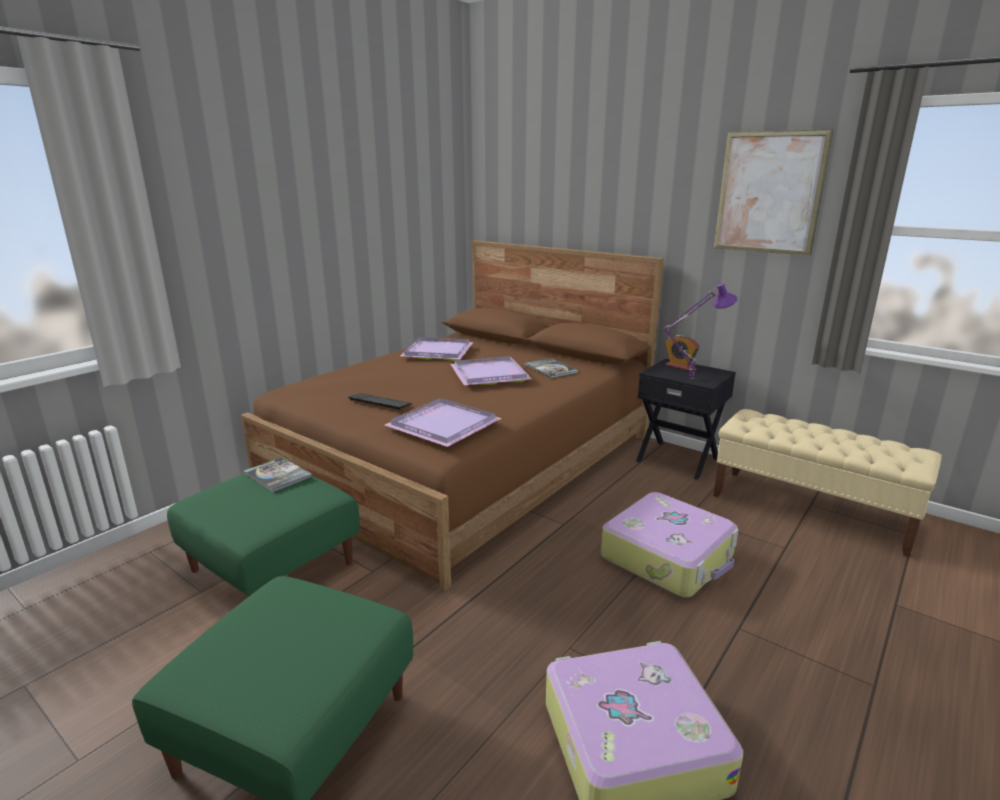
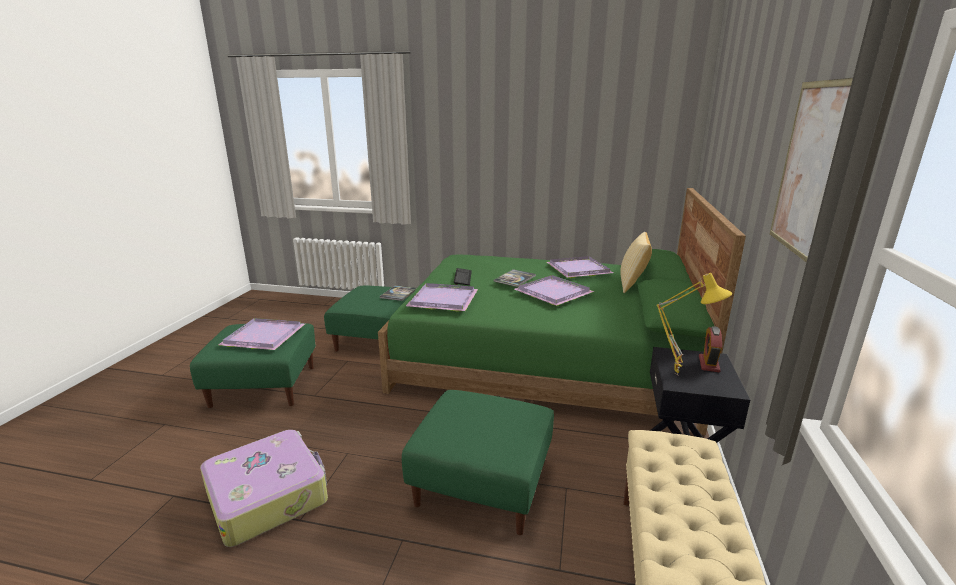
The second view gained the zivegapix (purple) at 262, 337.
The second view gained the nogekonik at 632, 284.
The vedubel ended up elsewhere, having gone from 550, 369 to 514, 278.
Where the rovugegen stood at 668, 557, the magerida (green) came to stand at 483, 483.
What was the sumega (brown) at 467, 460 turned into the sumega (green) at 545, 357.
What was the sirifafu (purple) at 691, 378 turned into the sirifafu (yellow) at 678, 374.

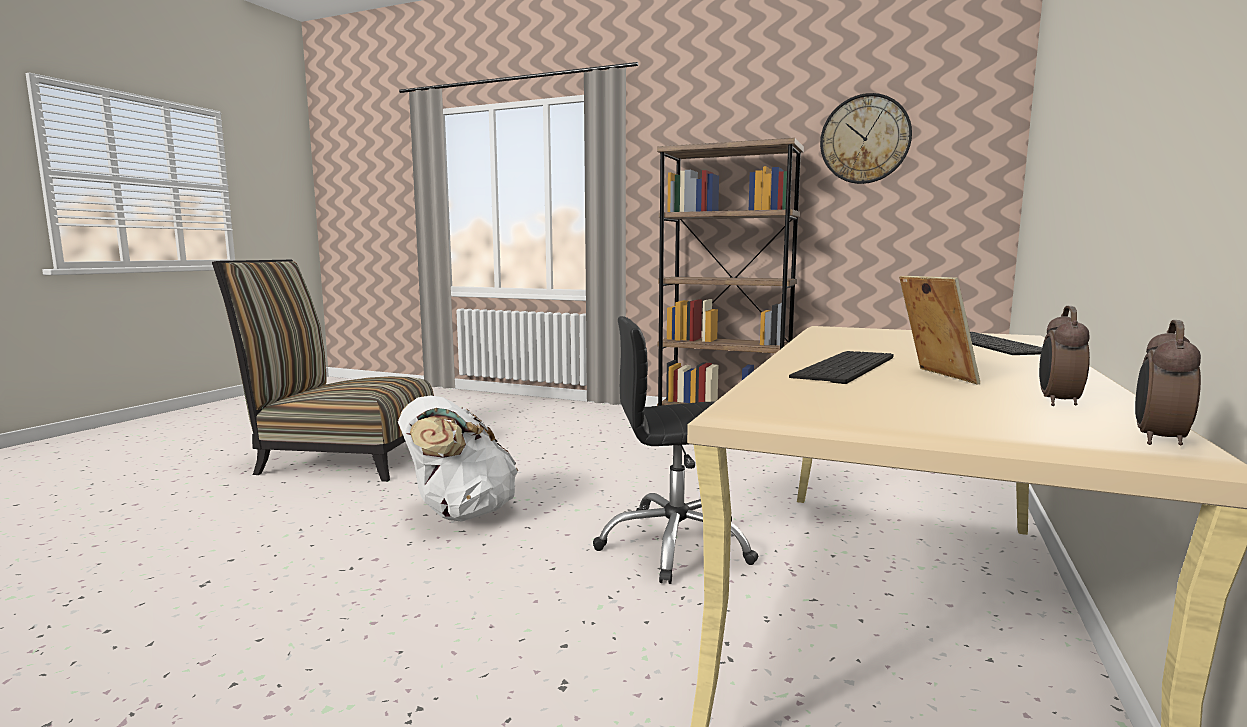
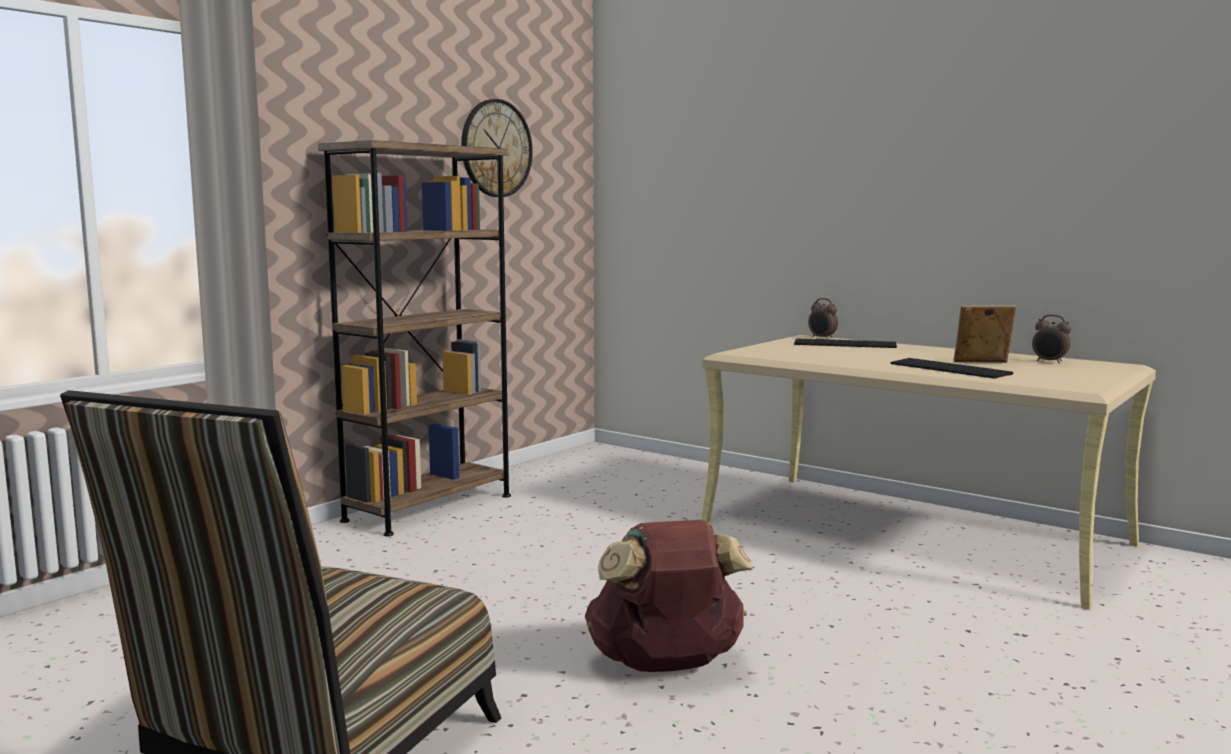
The second view lost the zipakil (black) at 675, 545.
The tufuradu ended up elsewhere, having gone from 1157, 440 to 822, 338.
What was the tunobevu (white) at 459, 513 turned into the tunobevu (brown) at 666, 665.

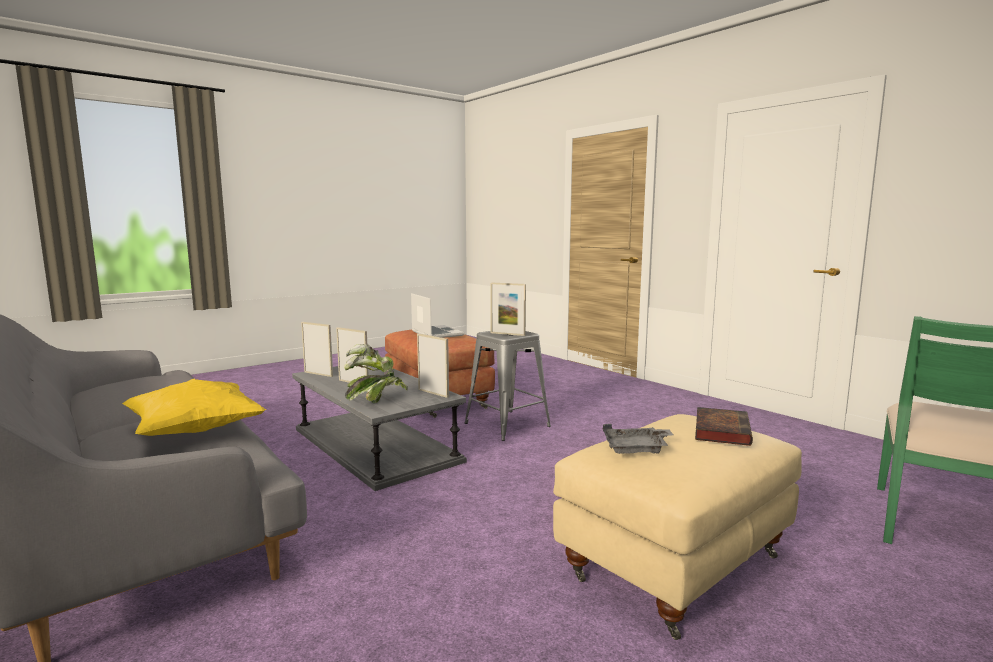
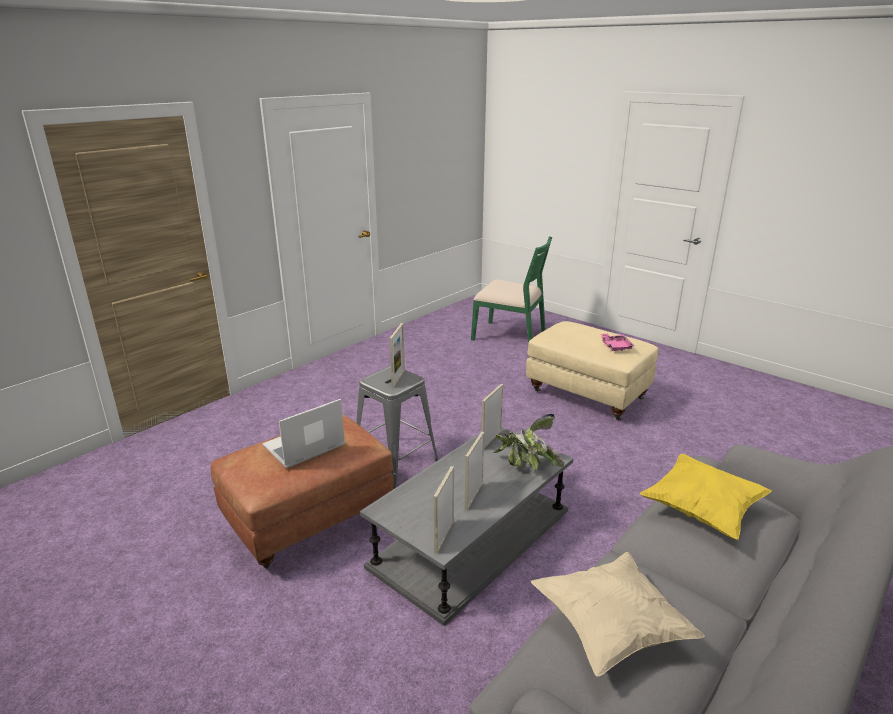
The second view lost the vedubel at 721, 430.
The second view gained the nogekonik (beige) at 610, 628.
What was the zivegapix (grey) at 636, 449 turned into the zivegapix (pink) at 615, 346.

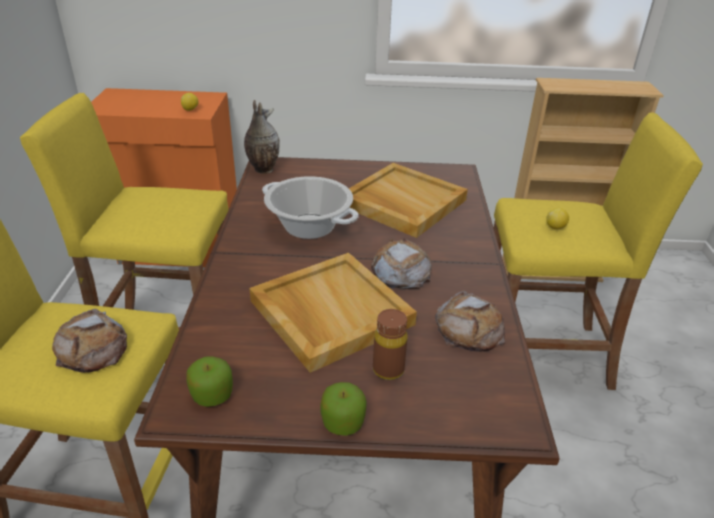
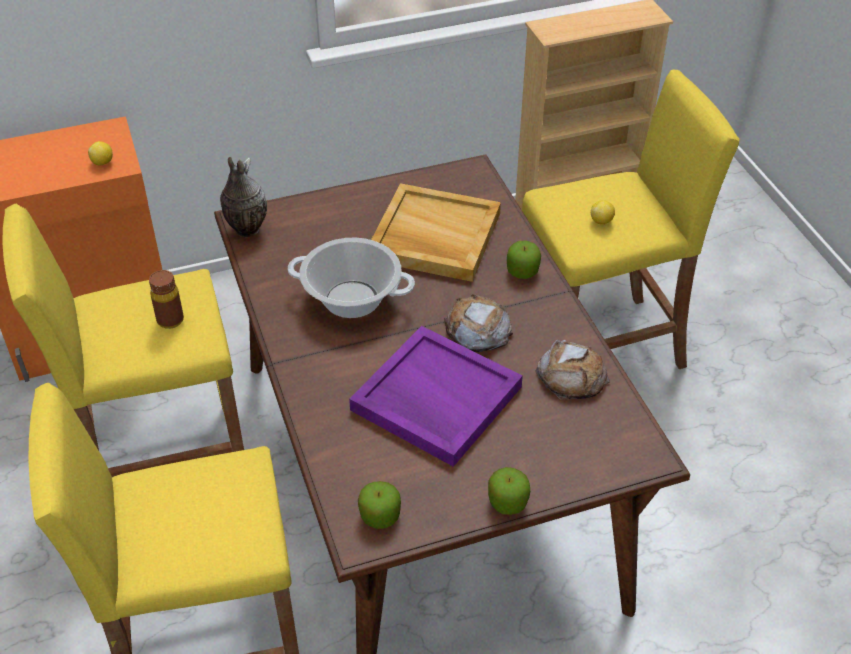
The second view lost the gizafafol at 93, 348.
The second view gained the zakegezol at 522, 271.
The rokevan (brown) ended up elsewhere, having gone from 388, 370 to 170, 320.
What was the zivegapix (beige) at 329, 312 turned into the zivegapix (purple) at 434, 399.

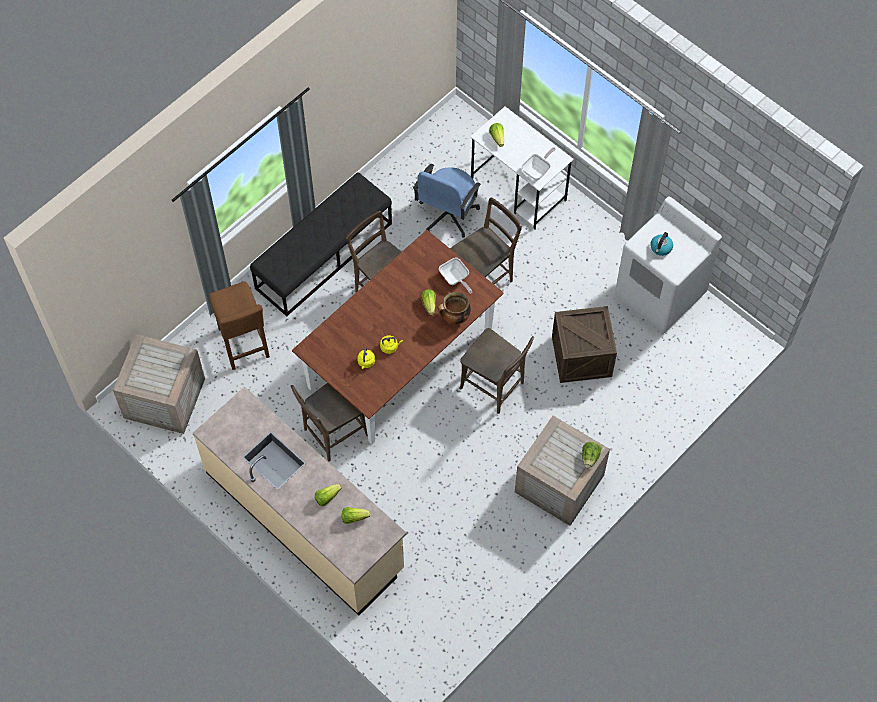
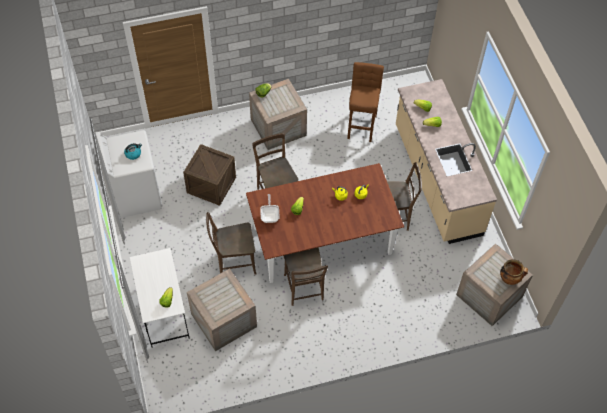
The second view lost the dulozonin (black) at 324, 255.
The second view lost the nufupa at 537, 171.
The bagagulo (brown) ended up elsewhere, having gone from 244, 346 to 362, 125.
The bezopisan ended up elsewhere, having gone from 454, 318 to 510, 279.
Where the zipakil (blue) stood at 447, 214, the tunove came to stand at 225, 320.

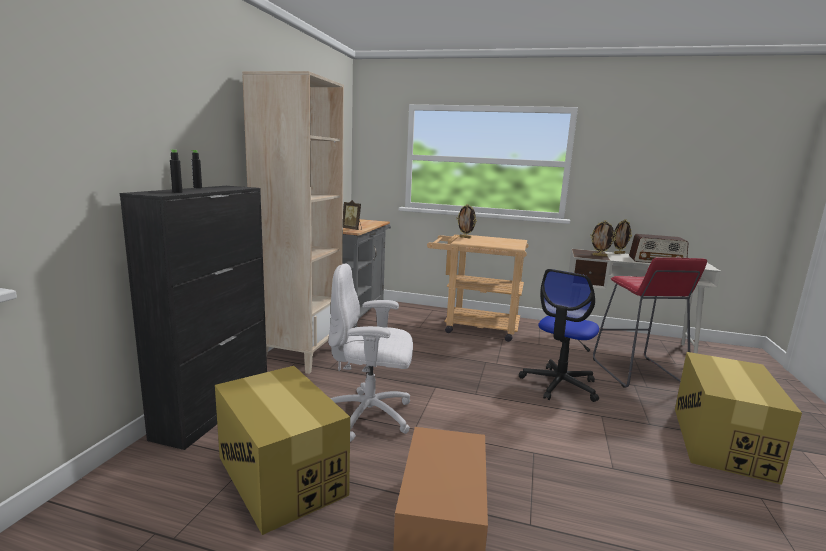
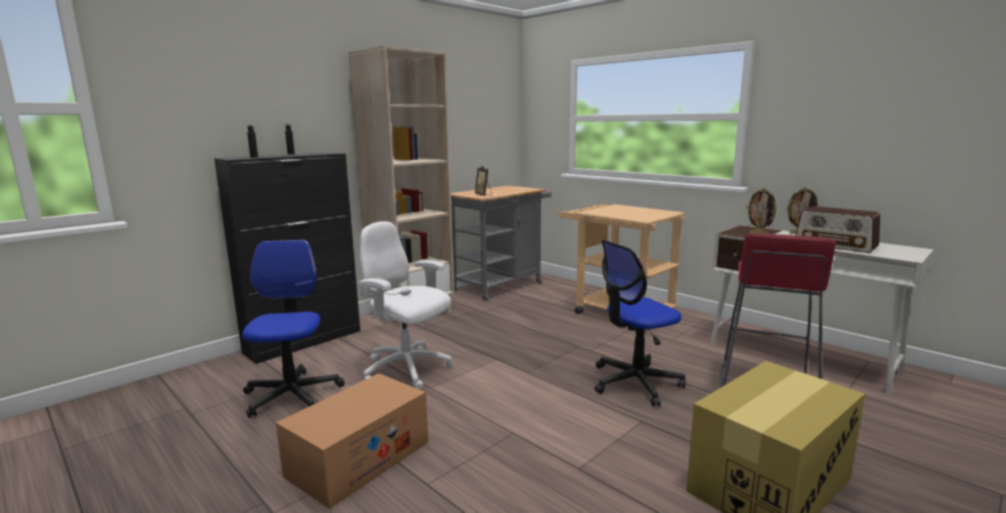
The second view lost the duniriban at 465, 237.
Where the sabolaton stood at 281, 475, the zipakil came to stand at 292, 395.

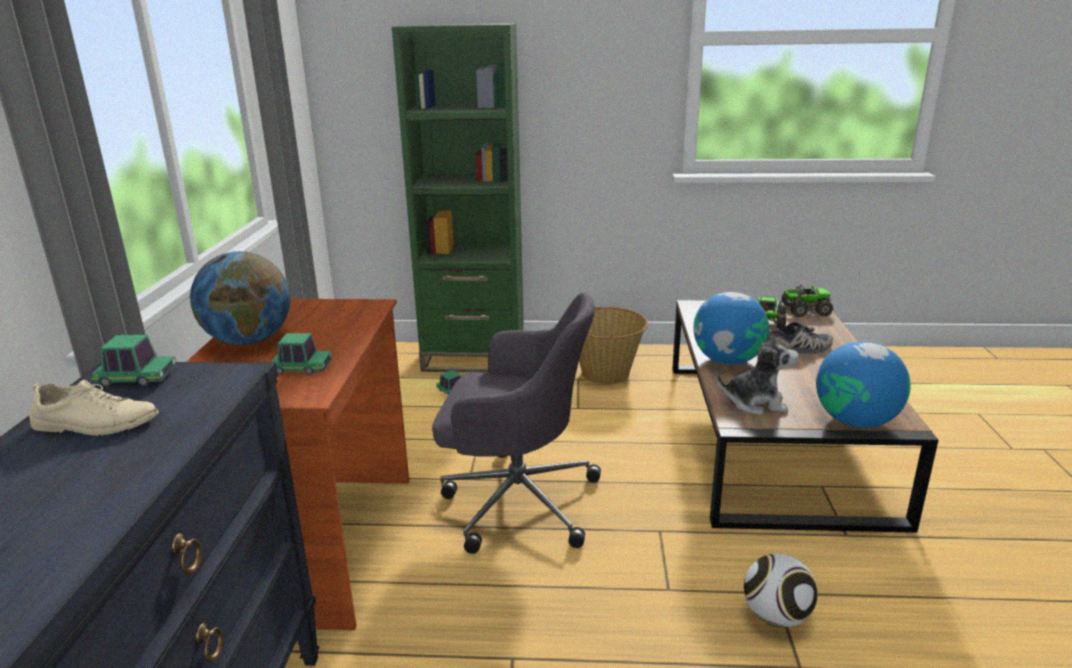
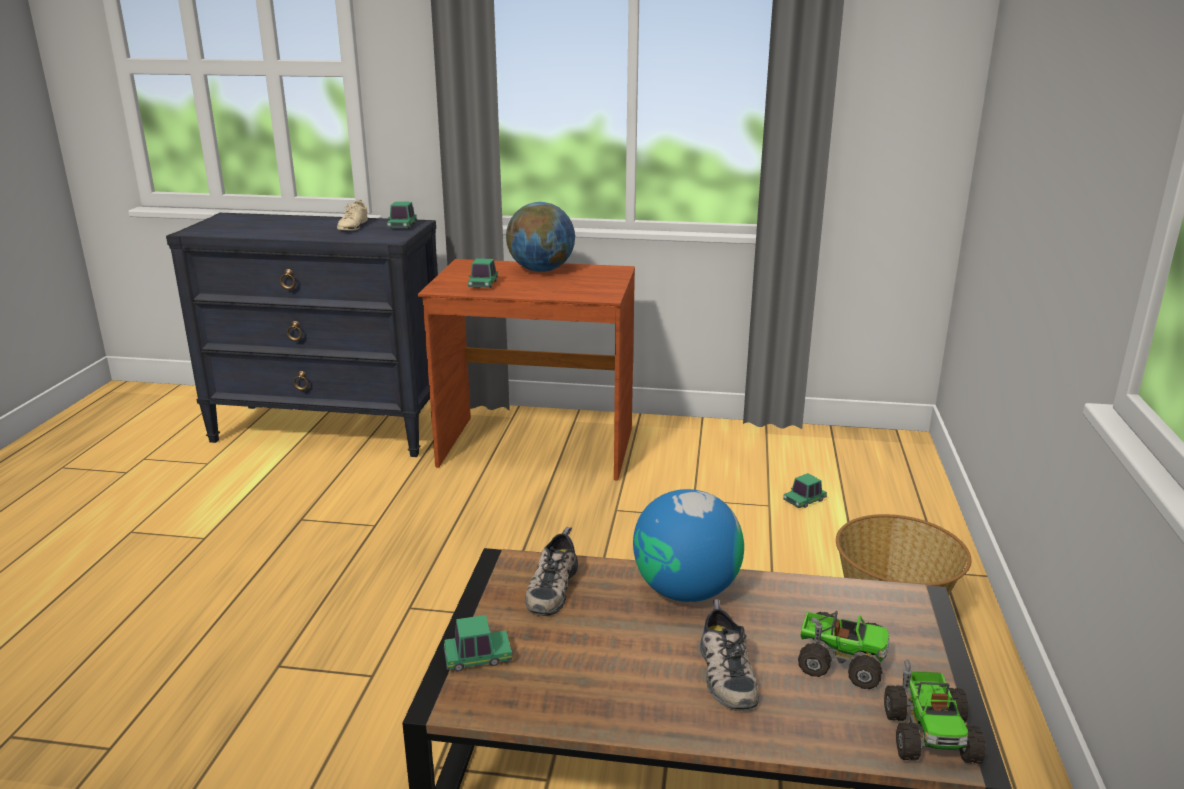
The second view lost the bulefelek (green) at 474, 357.
The second view lost the zipakil (grey) at 516, 500.
The second view lost the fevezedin at 776, 616.
Where the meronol stood at 755, 403, the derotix came to stand at 551, 586.
Where the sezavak stood at 855, 421, the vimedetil came to stand at 477, 657.

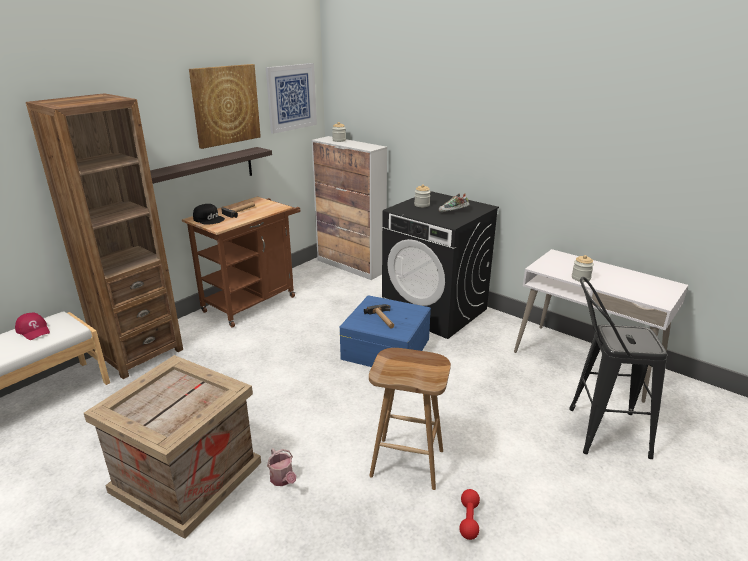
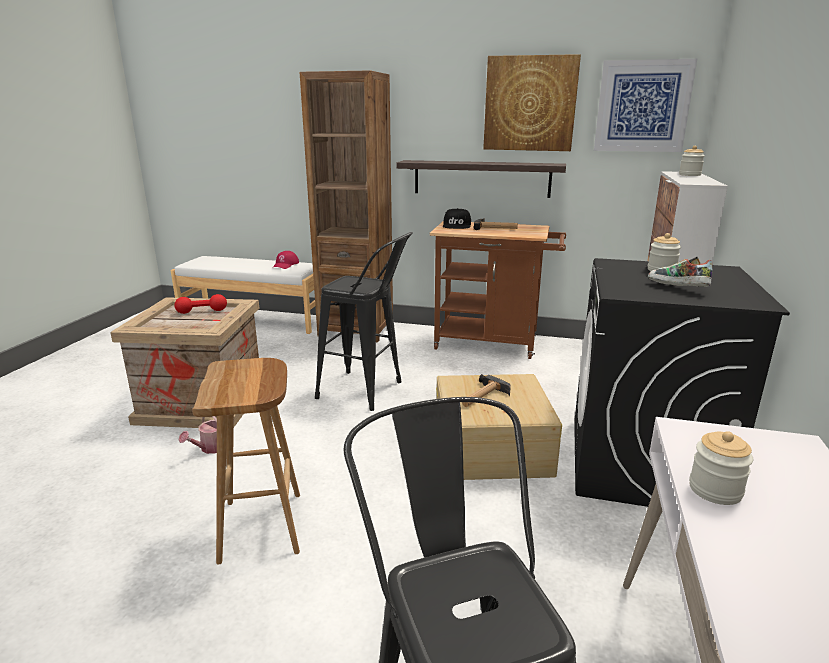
The second view gained the bagagulo (black) at 368, 392.
The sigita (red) ended up elsewhere, having gone from 469, 520 to 202, 311.
What was the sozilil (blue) at 385, 348 turned into the sozilil (beige) at 491, 446.

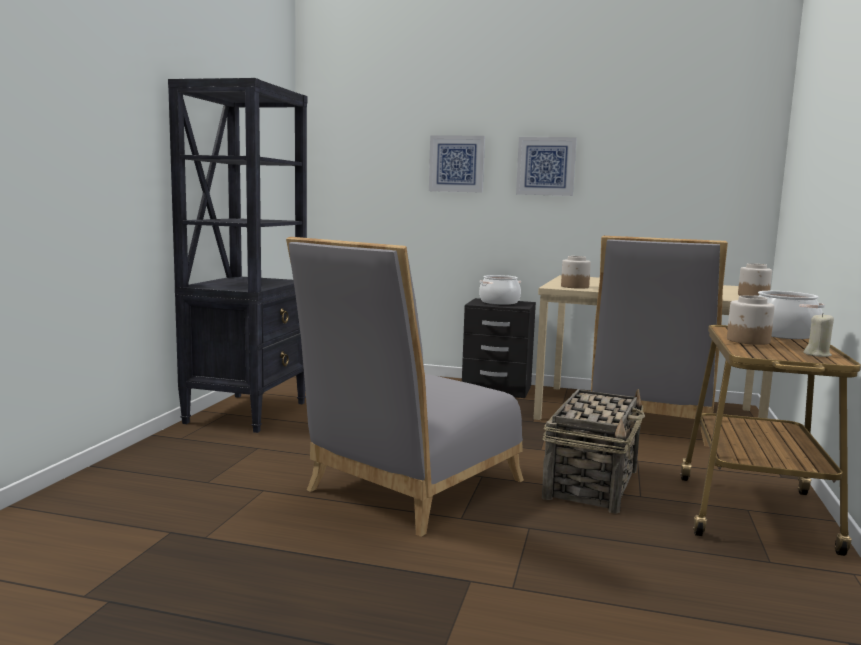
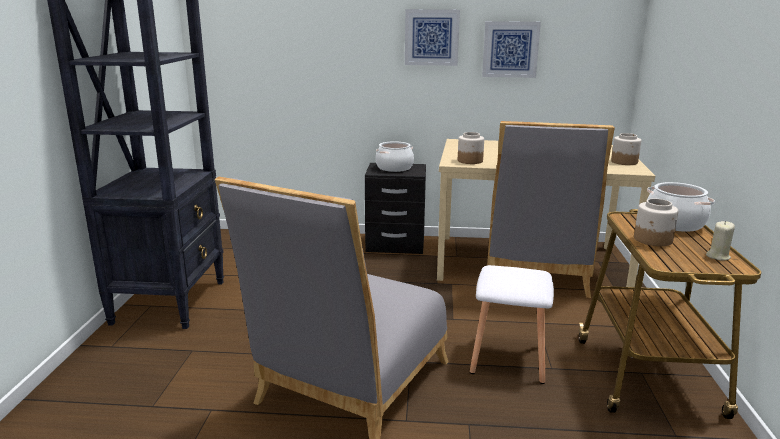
The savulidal ended up elsewhere, having gone from 456, 164 to 510, 49.
Where the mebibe stood at 592, 483, the bagagulo (white) came to stand at 507, 358.

